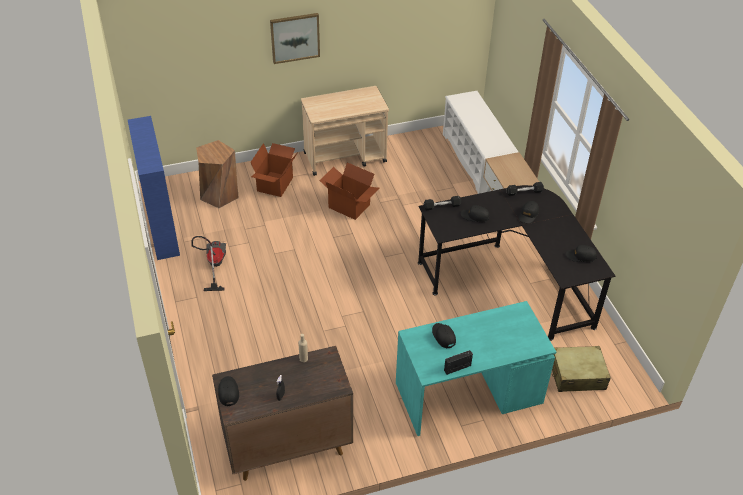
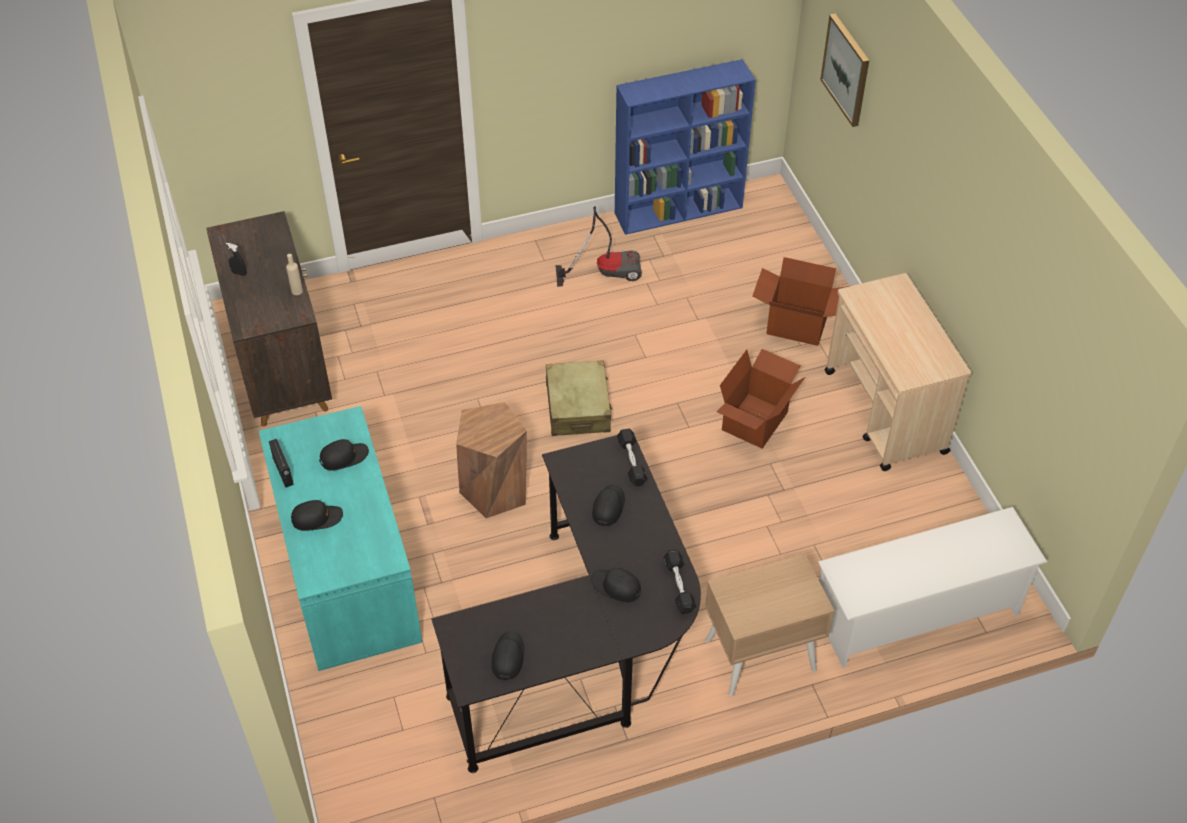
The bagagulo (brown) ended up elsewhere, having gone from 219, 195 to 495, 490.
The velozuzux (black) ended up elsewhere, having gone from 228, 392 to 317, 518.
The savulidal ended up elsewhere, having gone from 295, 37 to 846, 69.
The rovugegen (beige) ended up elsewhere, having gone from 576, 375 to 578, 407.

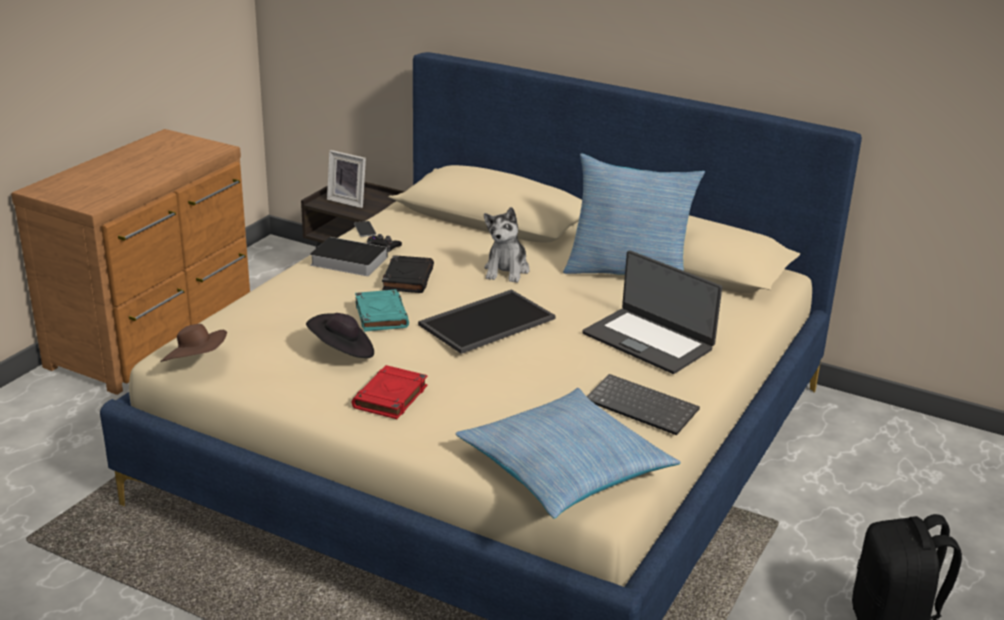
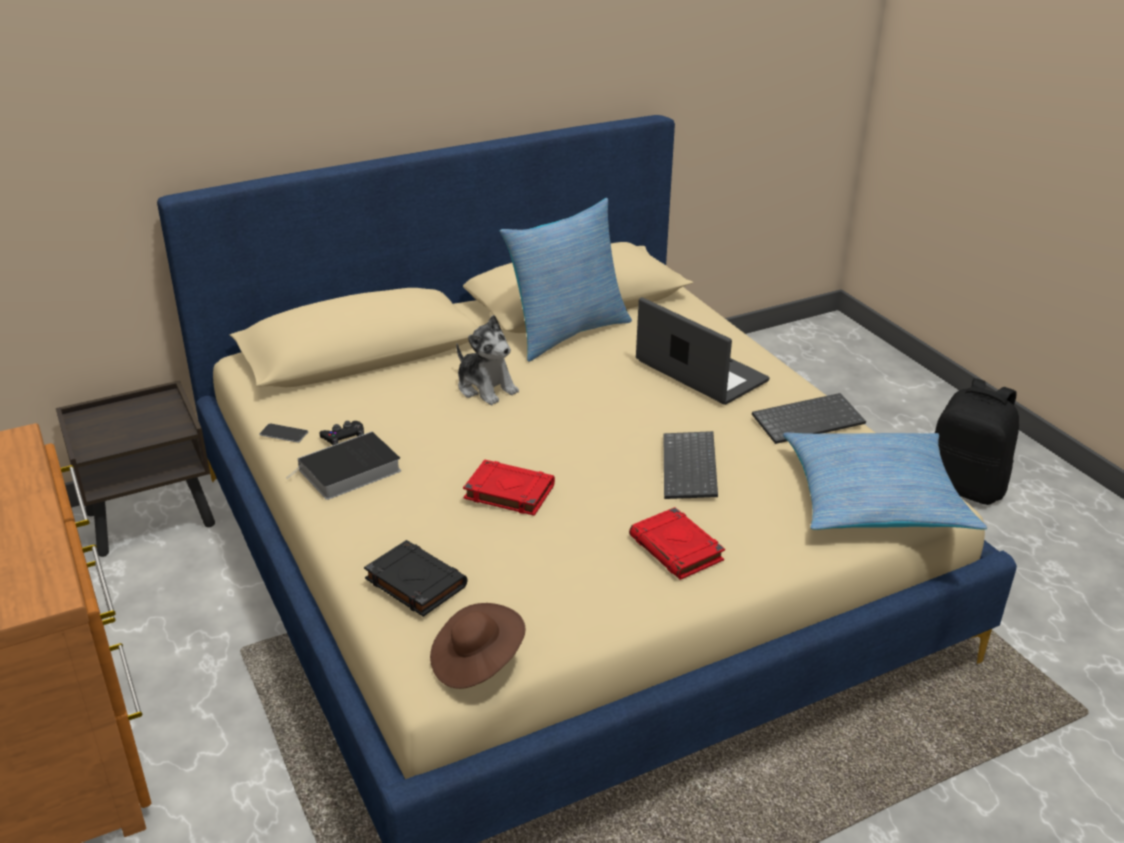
The second view lost the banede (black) at 342, 352.
The second view lost the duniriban at 349, 201.
The second view lost the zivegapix at 487, 320.
The second view gained the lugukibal at 691, 468.
The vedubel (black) ended up elsewhere, having gone from 408, 278 to 414, 582.
What was the vedubel (turquoise) at 381, 315 turned into the vedubel (red) at 508, 492.
The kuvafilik at 649, 341 ended up facing another way, 120 degrees counterclockwise from before.

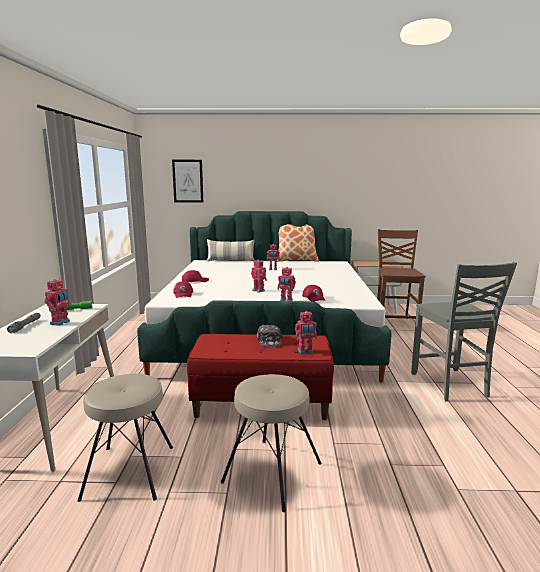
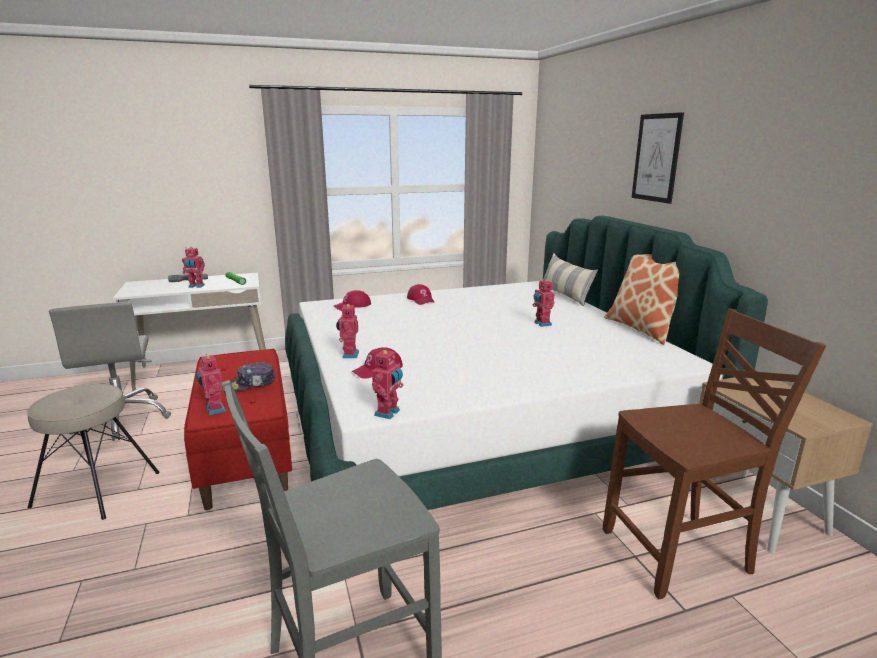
The savulidal ended up elsewhere, having gone from 188, 181 to 656, 158.
The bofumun ended up elsewhere, having gone from 259, 290 to 388, 413.
Where the bagagulo (beige) stood at 130, 471, the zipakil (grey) came to stand at 123, 418.

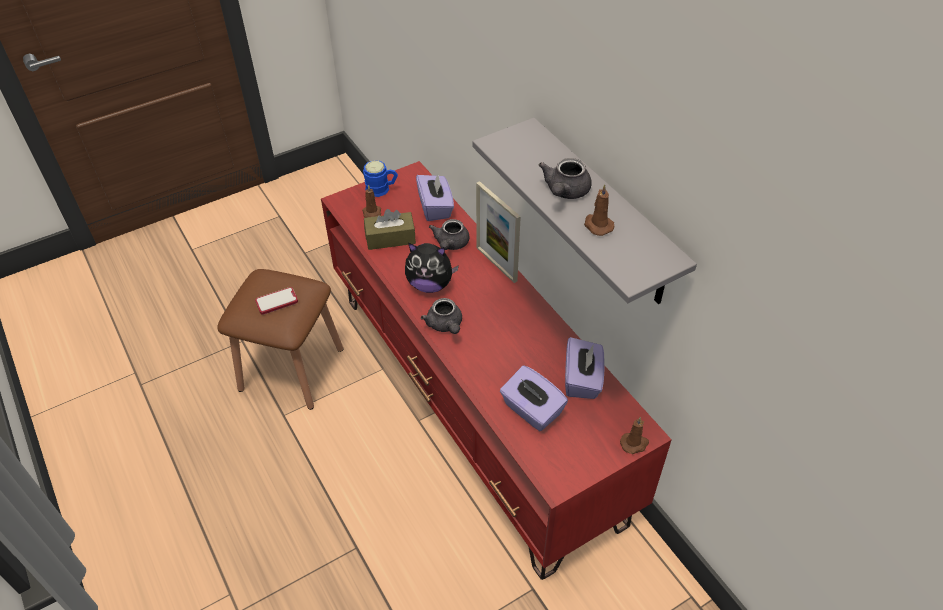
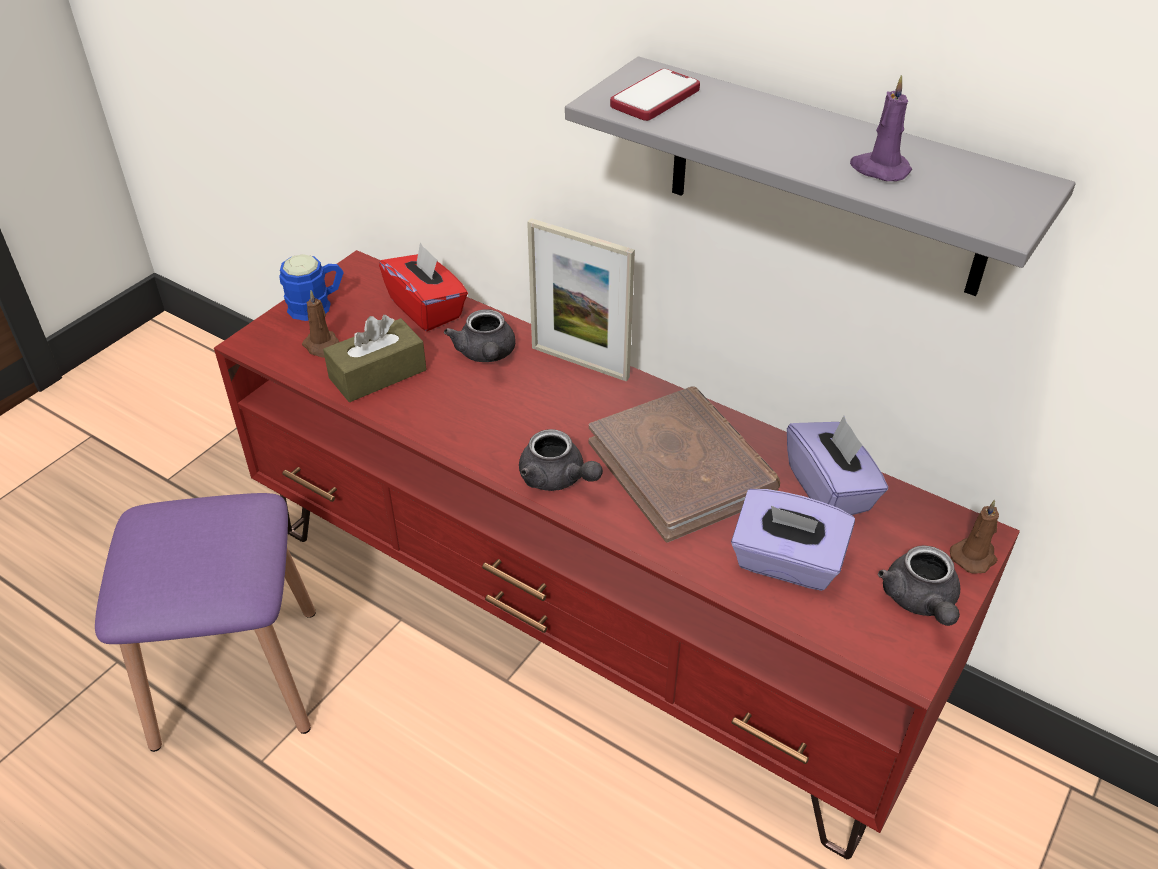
The second view lost the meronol at 430, 284.
The second view gained the vedubel (brown) at 682, 468.
The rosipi ended up elsewhere, having gone from 277, 302 to 655, 98.
The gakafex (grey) ended up elsewhere, having gone from 565, 192 to 920, 602.
What was the bagagulo (brown) at 291, 369 turned into the bagagulo (purple) at 236, 676.
What was the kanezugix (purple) at 435, 207 turned into the kanezugix (red) at 427, 309.
What was the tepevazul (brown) at 597, 225 turned into the tepevazul (purple) at 879, 169.

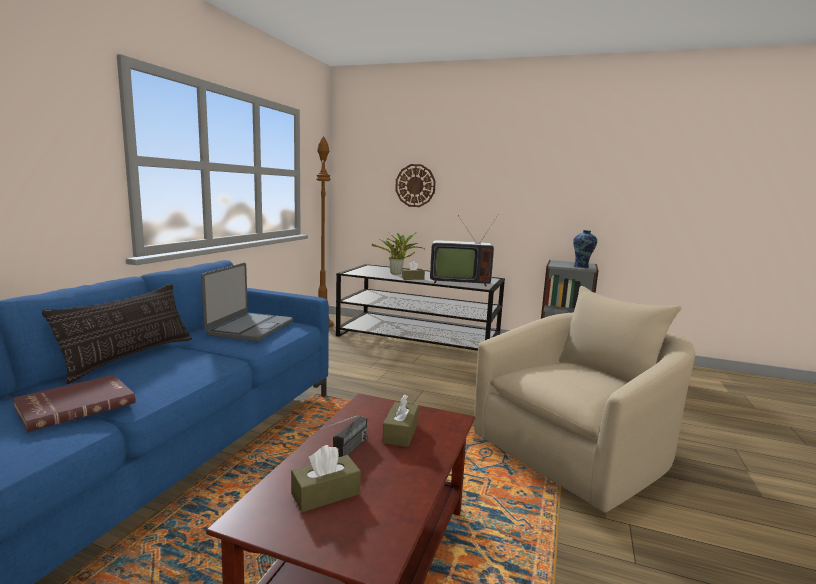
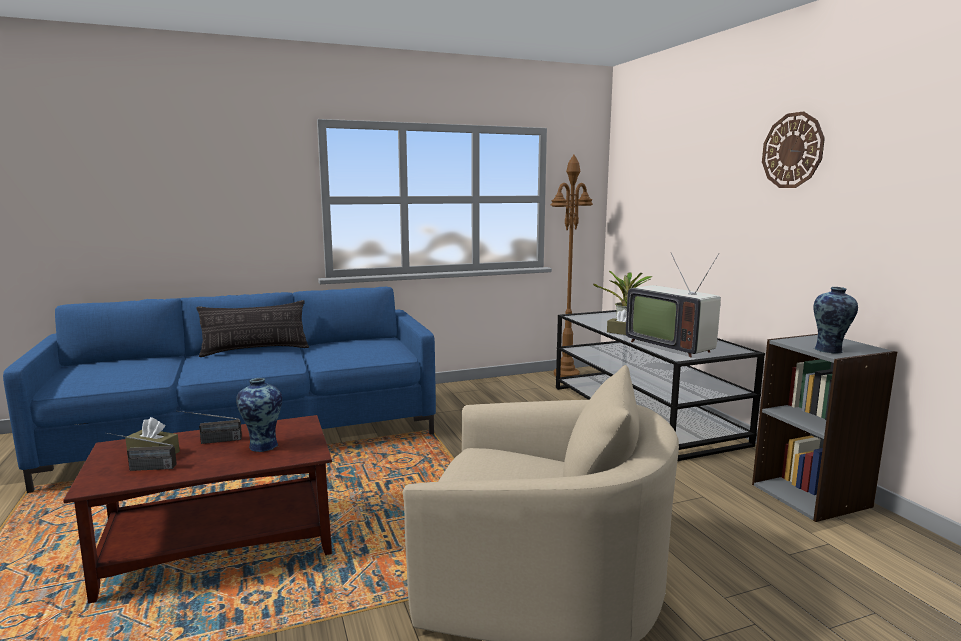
The second view lost the vedubel (red) at 75, 404.
The second view lost the kuvafilik at 250, 328.
The second view gained the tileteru at 141, 468.
The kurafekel ended up elsewhere, having gone from 415, 185 to 792, 150.
Where the kanezugix (brown) stood at 400, 433, the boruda came to stand at 263, 445.

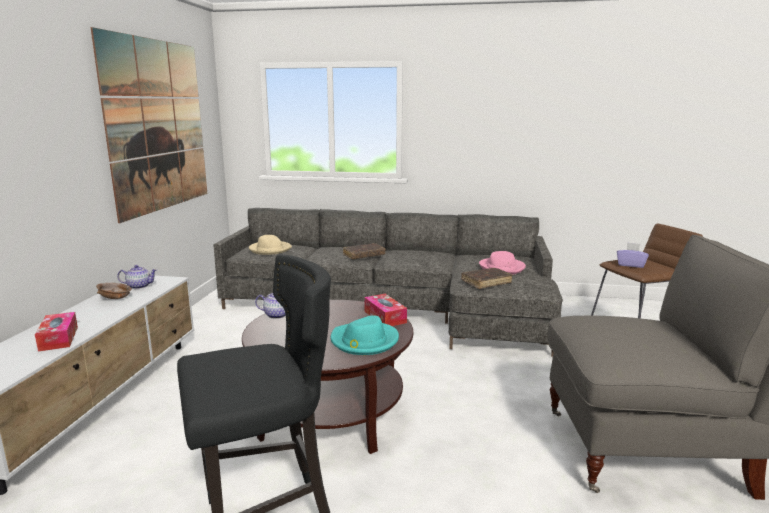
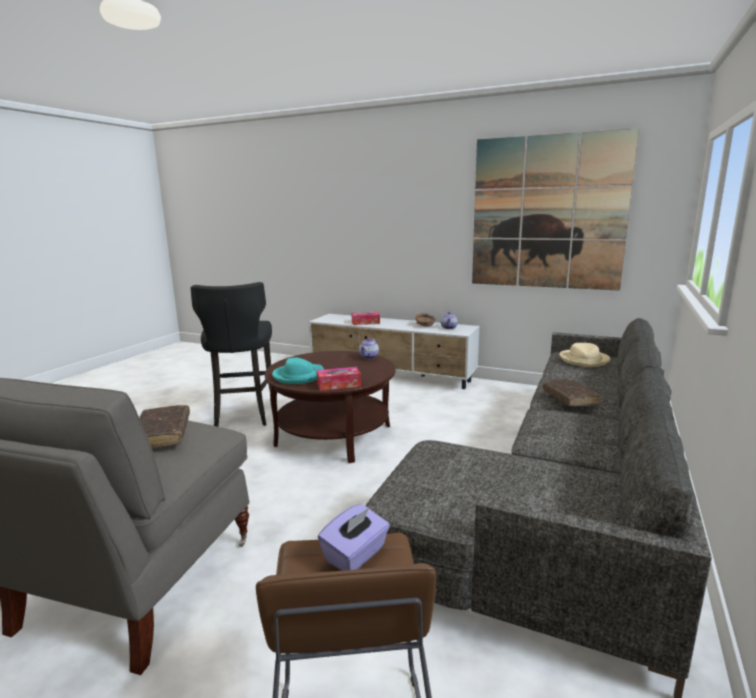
The second view lost the banede (pink) at 502, 268.
The vedubel (brown) ended up elsewhere, having gone from 486, 282 to 162, 434.

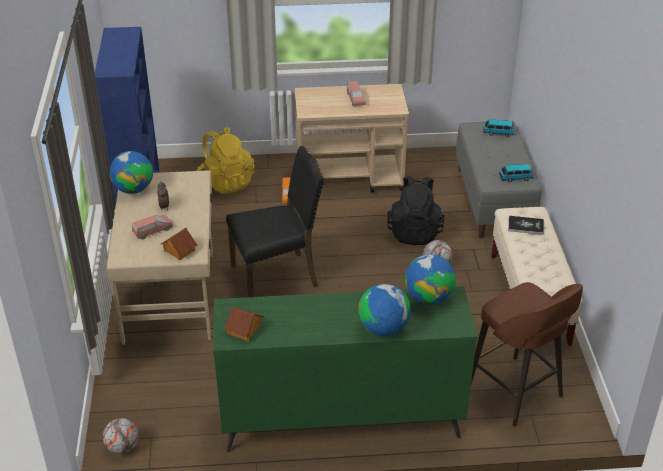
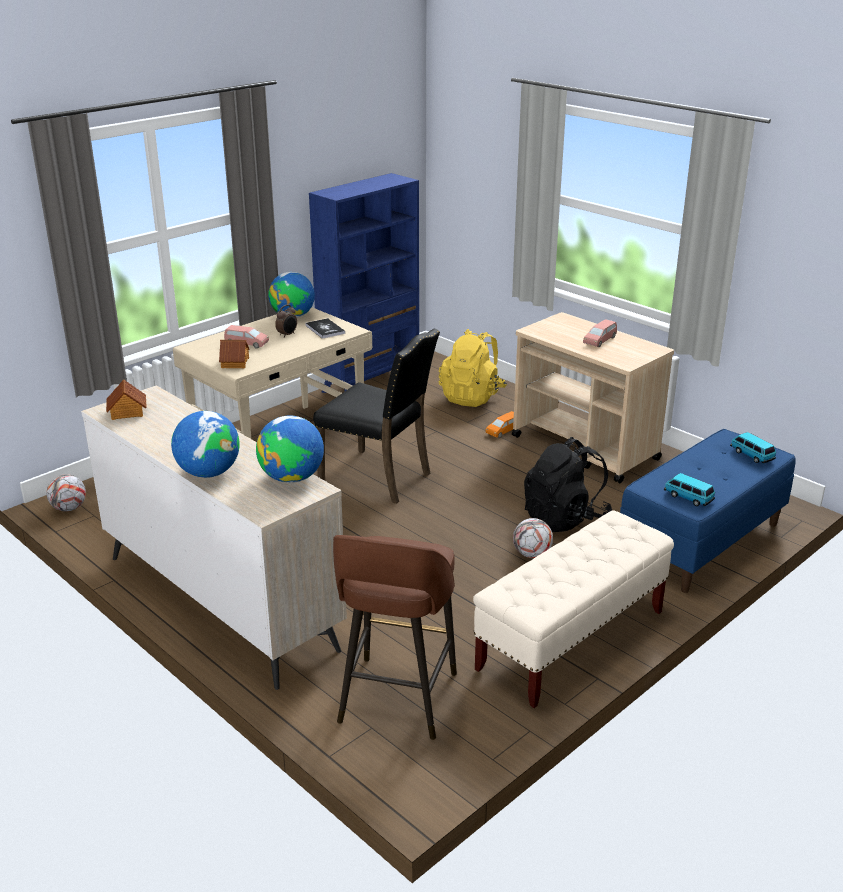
The vedubel ended up elsewhere, having gone from 525, 226 to 325, 329.
What was the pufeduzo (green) at 340, 420 turned into the pufeduzo (beige) at 220, 601.
What was the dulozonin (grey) at 493, 201 turned into the dulozonin (blue) at 701, 543.

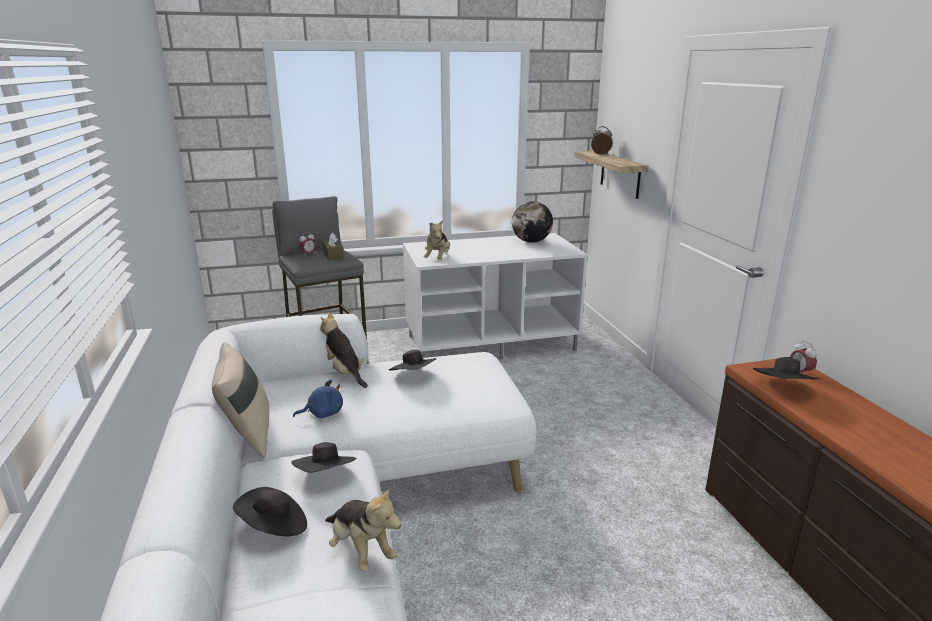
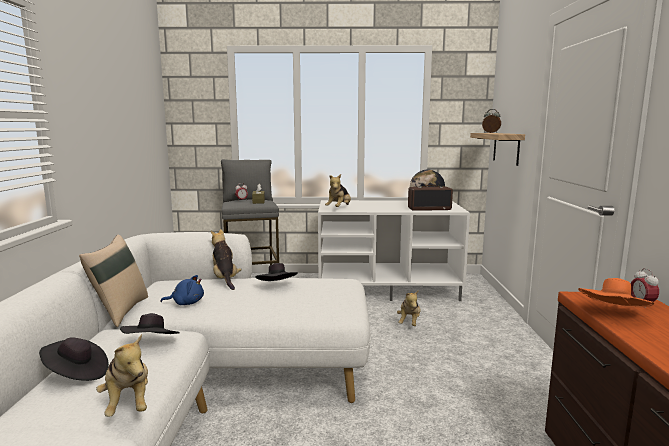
The second view gained the meronol at 409, 323.
The second view gained the tileteru at 429, 209.
What was the banede (black) at 783, 389 turned into the banede (orange) at 613, 314.

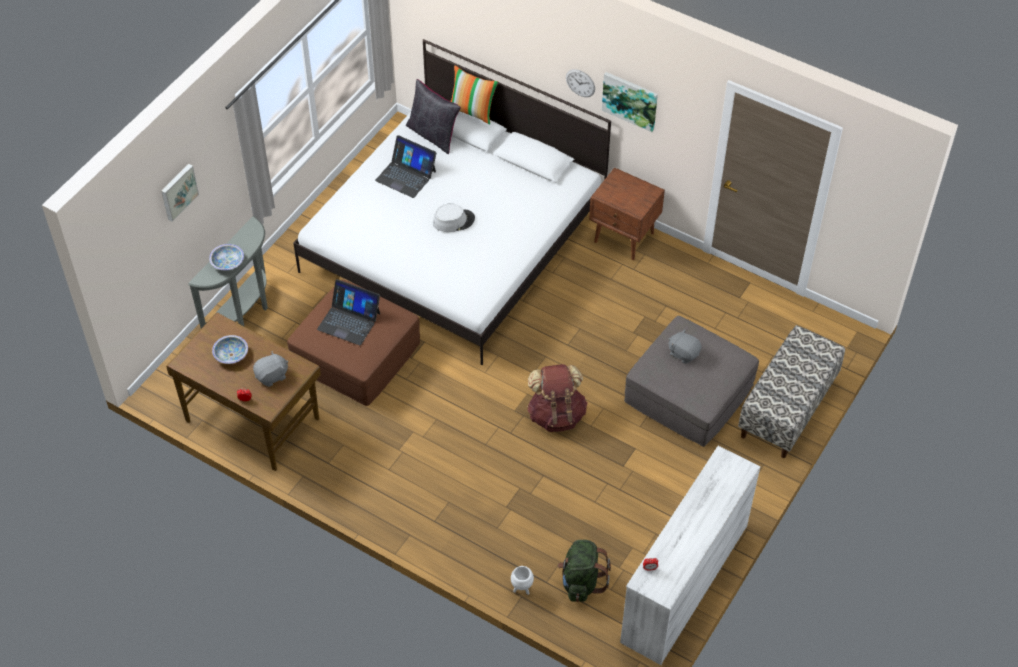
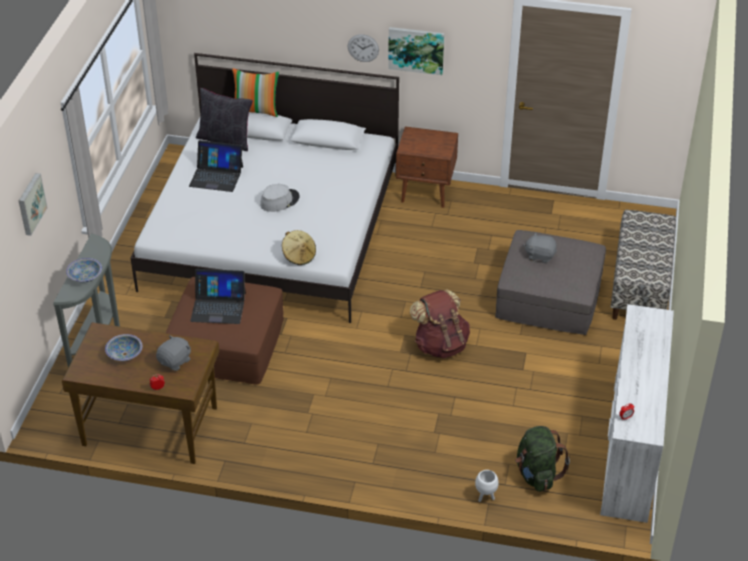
The second view gained the banede (beige) at 299, 256.

